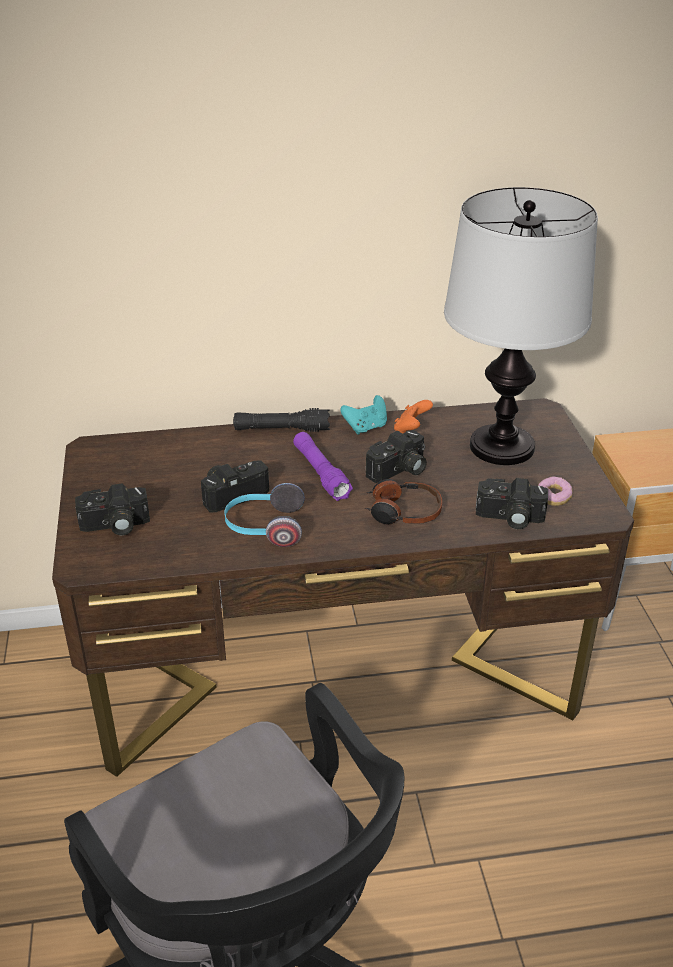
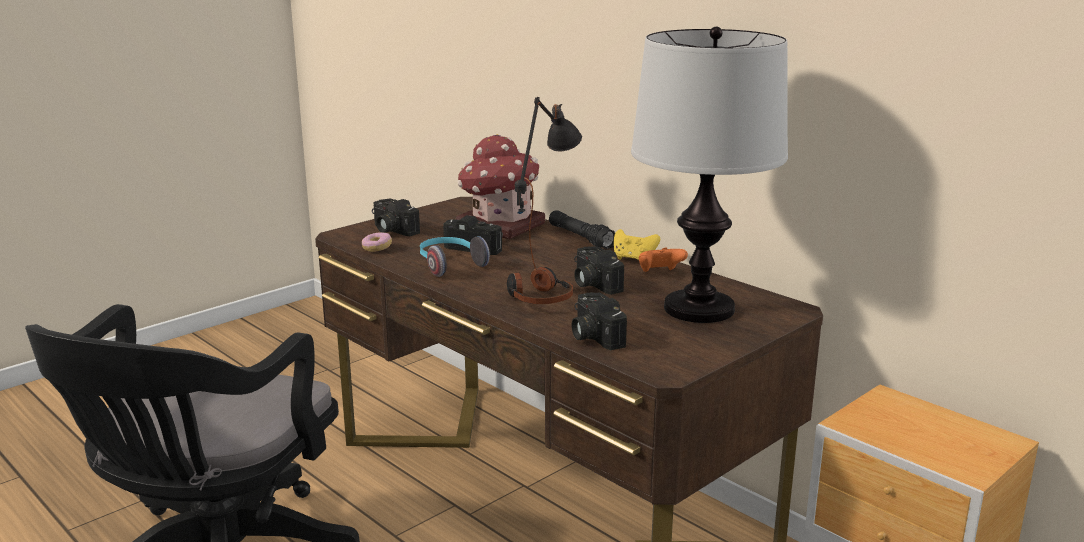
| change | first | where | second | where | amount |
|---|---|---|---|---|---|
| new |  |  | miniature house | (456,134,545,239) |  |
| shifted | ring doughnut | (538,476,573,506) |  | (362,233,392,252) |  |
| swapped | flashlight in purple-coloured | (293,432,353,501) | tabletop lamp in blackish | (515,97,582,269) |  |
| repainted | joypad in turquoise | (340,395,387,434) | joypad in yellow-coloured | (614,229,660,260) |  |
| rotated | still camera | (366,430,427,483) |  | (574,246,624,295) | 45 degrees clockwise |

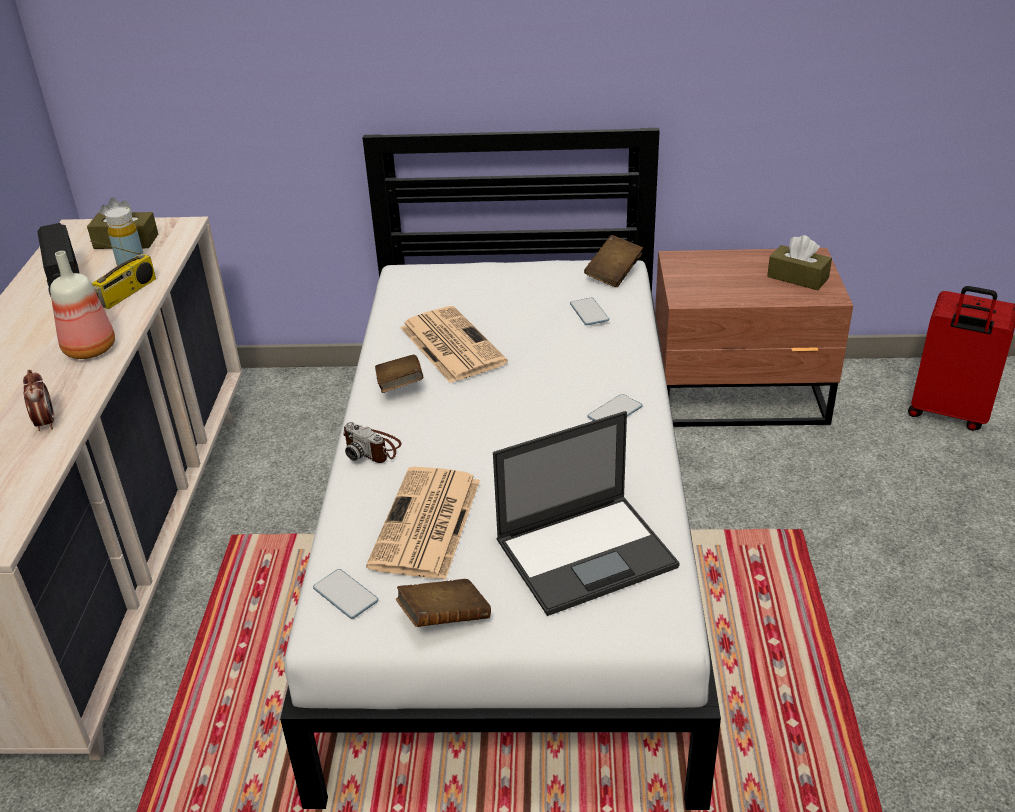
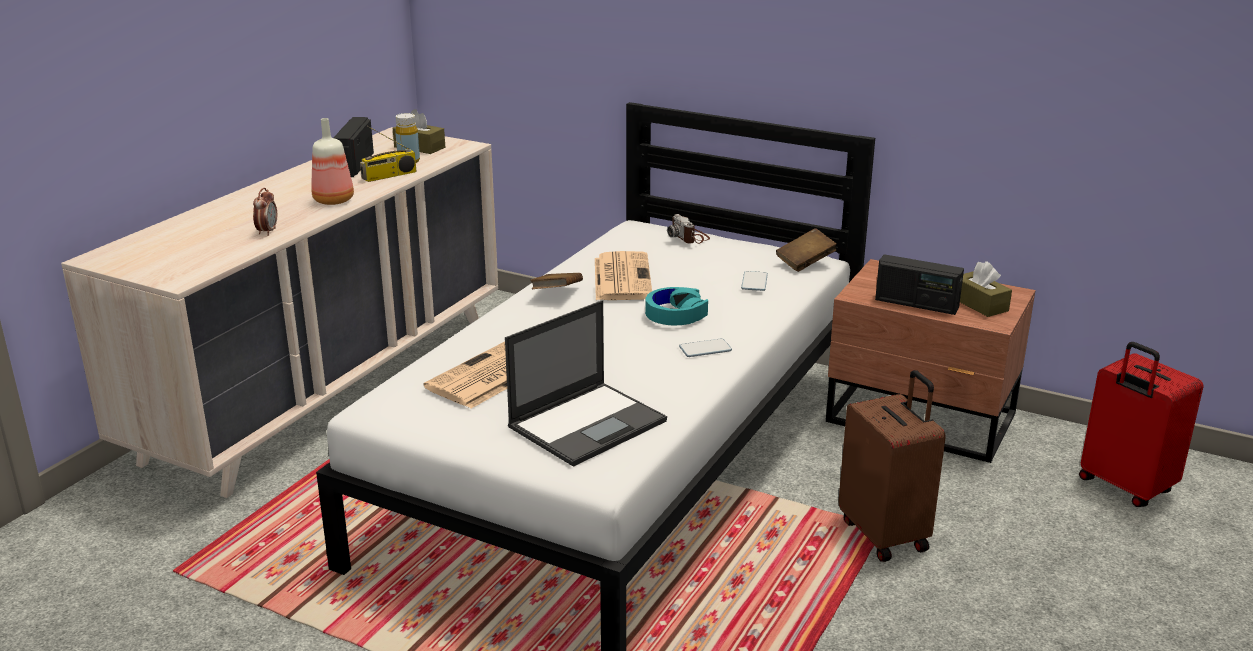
| change | first | where | second | where | amount |
|---|---|---|---|---|---|
| gone | handset | (313,569,378,619) |  |  |  |
| gone | bound book in brown | (396,579,491,627) |  |  |  |
| new |  |  | pair of headphones in turquoise | (645,287,708,325) |  |
| new |  |  | travel case in brown | (838,370,946,562) |  |
| new |  |  | radio | (875,254,964,315) |  |
| shifted | still camera | (343,422,402,463) |  | (667,214,710,244) |  |
| rotated | portable computer | (493,411,680,616) |  | (505,300,667,467) | 45 degrees counterclockwise |

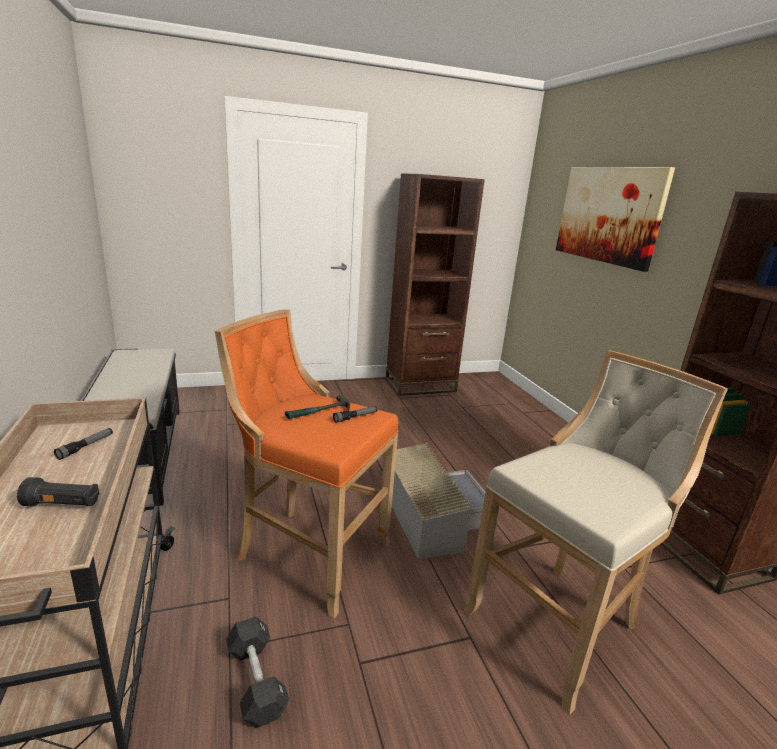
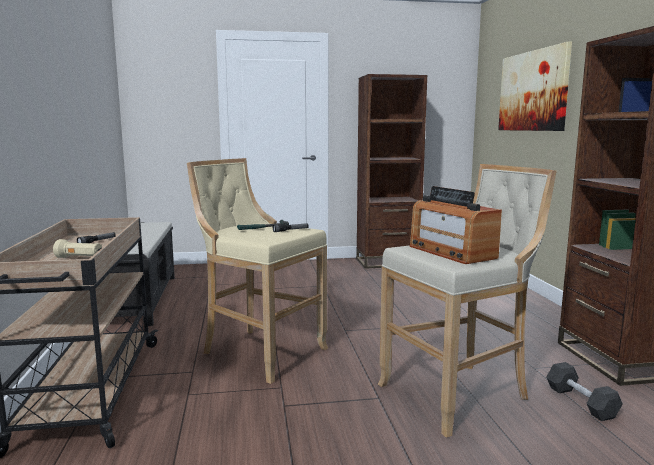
| change | first | where | second | where | amount |
|---|---|---|---|---|---|
| gone | storage container in greyish | (392,444,485,560) |  |  |  |
| new |  |  | radio | (409,186,502,264) |  |
| shifted | dumbbell in blackish | (226,616,290,728) |  | (546,362,623,421) |  |
| repainted | flashlight in blackish | (17,477,99,507) | flashlight in sand-coloured | (53,239,102,258) |  |
| repainted | stool seat in orange-coloured | (215,309,399,618) | stool seat in sand-coloured | (187,158,328,384) |  |

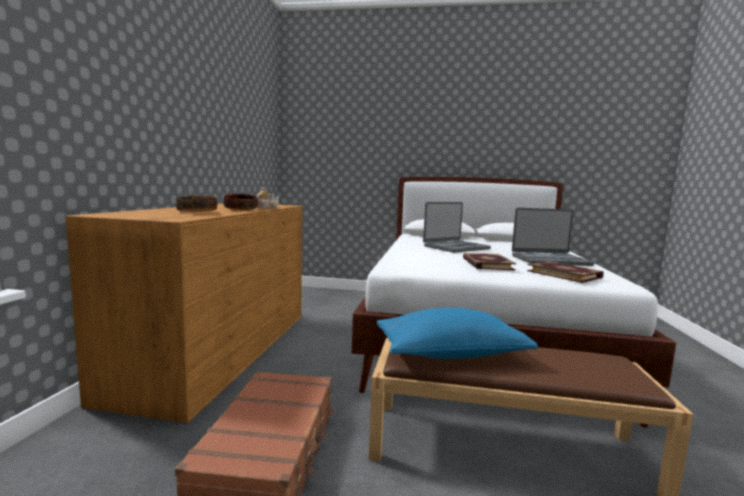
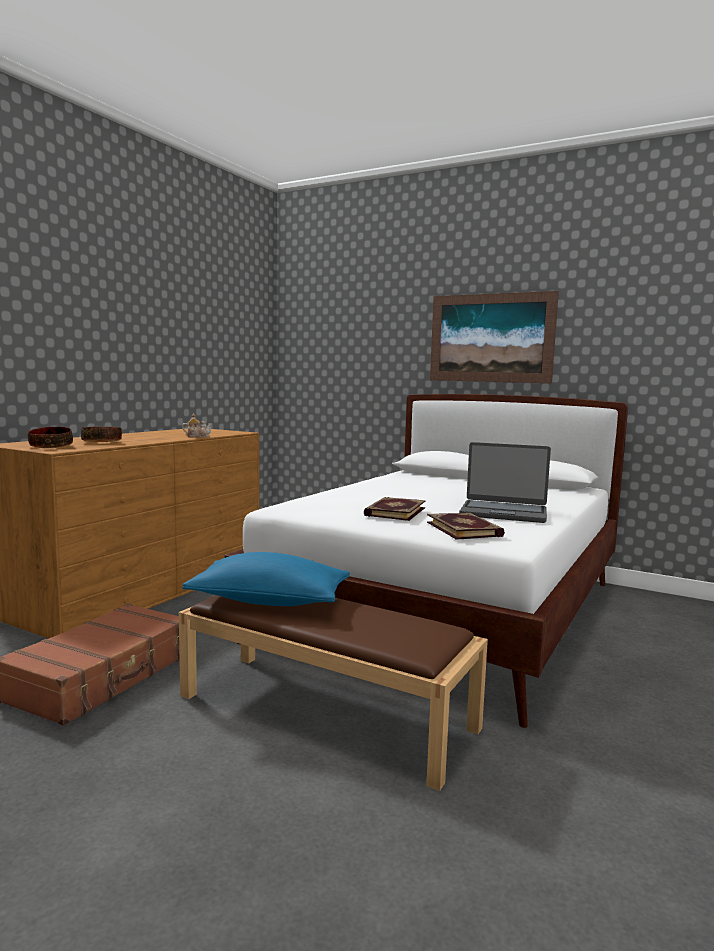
| change | first | where | second | where | amount |
|---|---|---|---|---|---|
| gone | portable computer | (423,202,491,253) |  |  |  |
| new |  |  | wall picture | (430,291,559,383) |  |
| shifted | serving bowl | (223,194,258,211) |  | (28,427,73,448) |  |

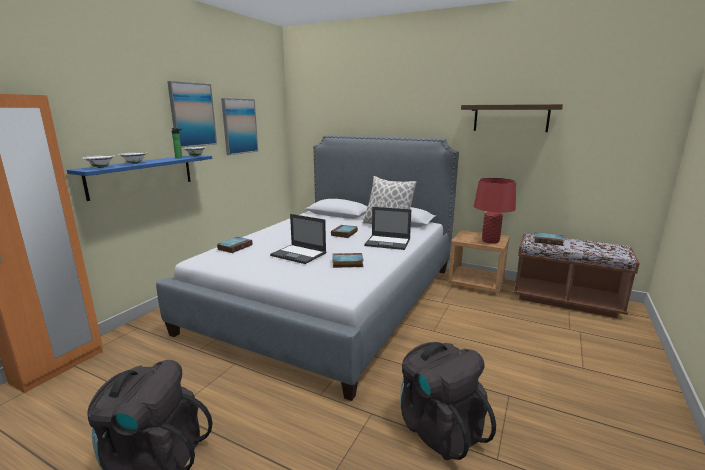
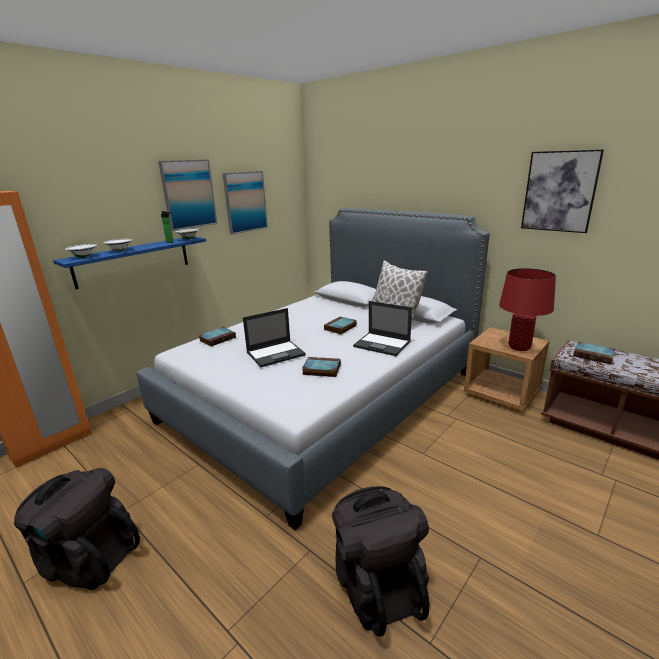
| change | first | where | second | where | amount |
|---|---|---|---|---|---|
| swapped | shelf | (461,104,563,132) | wall picture | (521,149,604,233) |  |
| rotated | portable computer | (270,214,326,264) |  | (243,308,306,367) | 75 degrees counterclockwise |

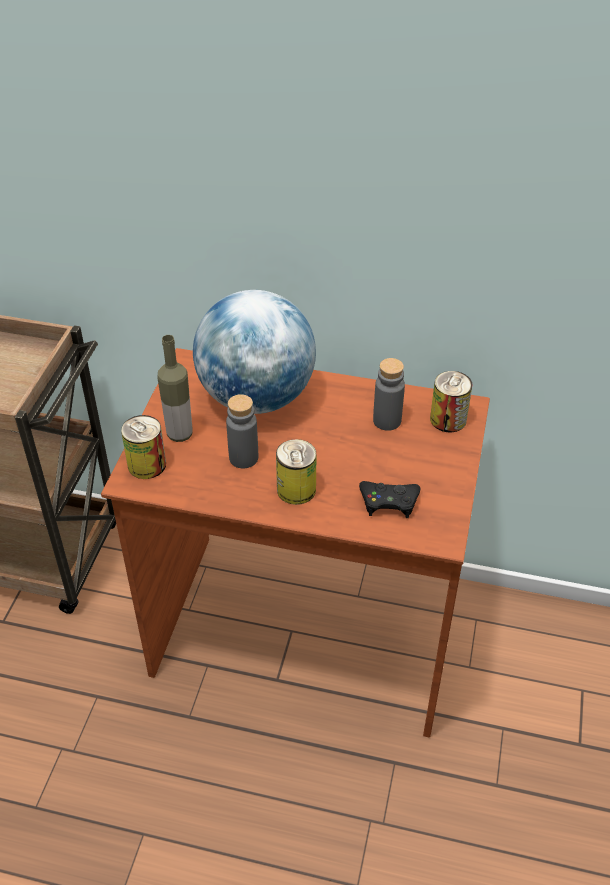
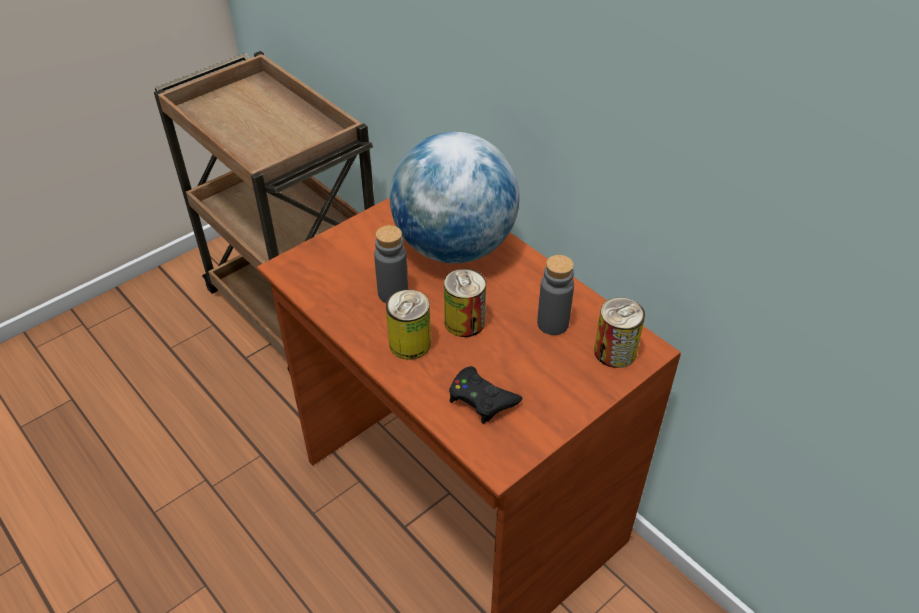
| change | first | where | second | where | amount |
|---|---|---|---|---|---|
| gone | beverage bottle | (158,335,192,442) |  |  |  |
| shifted | can | (121,415,166,479) |  | (444,269,486,337) |  |

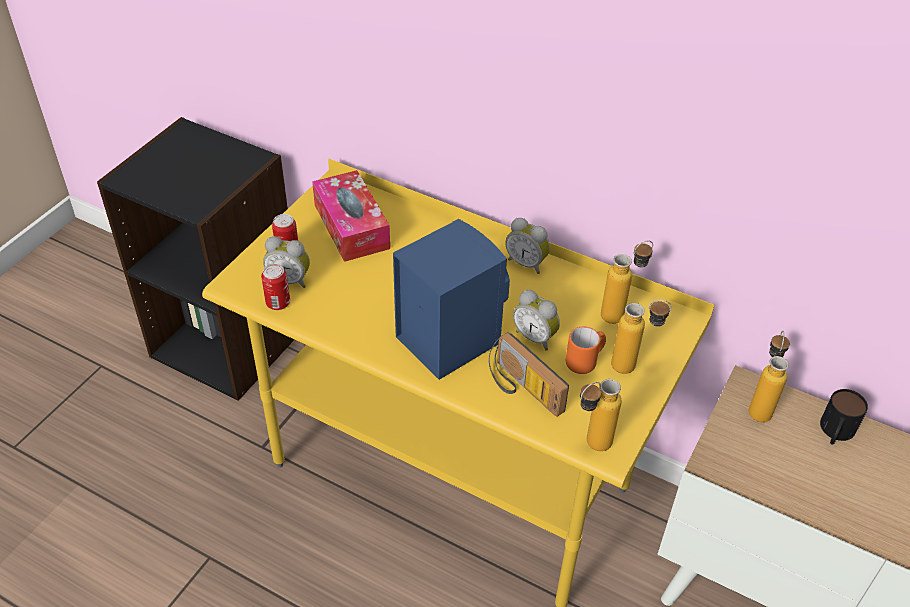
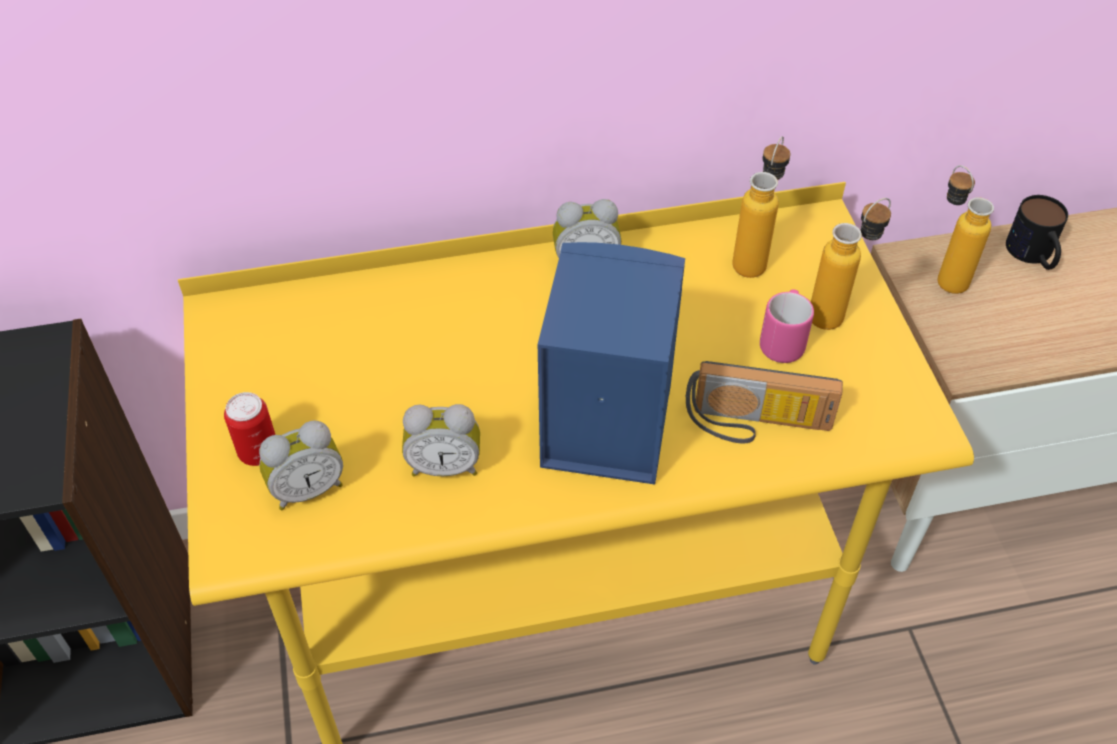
| change | first | where | second | where | amount |
|---|---|---|---|---|---|
| gone | can | (261,264,290,310) |  |  |  |
| gone | tissue holder | (312,170,390,262) |  |  |  |
| gone | beverage bottle | (580,379,622,451) |  |  |  |
| shifted | alarm clock | (513,290,560,351) |  | (402,404,480,476) |  |
| repainted | mug in orange-coloured | (566,327,606,374) | mug in pinkish | (760,289,814,363) |  |

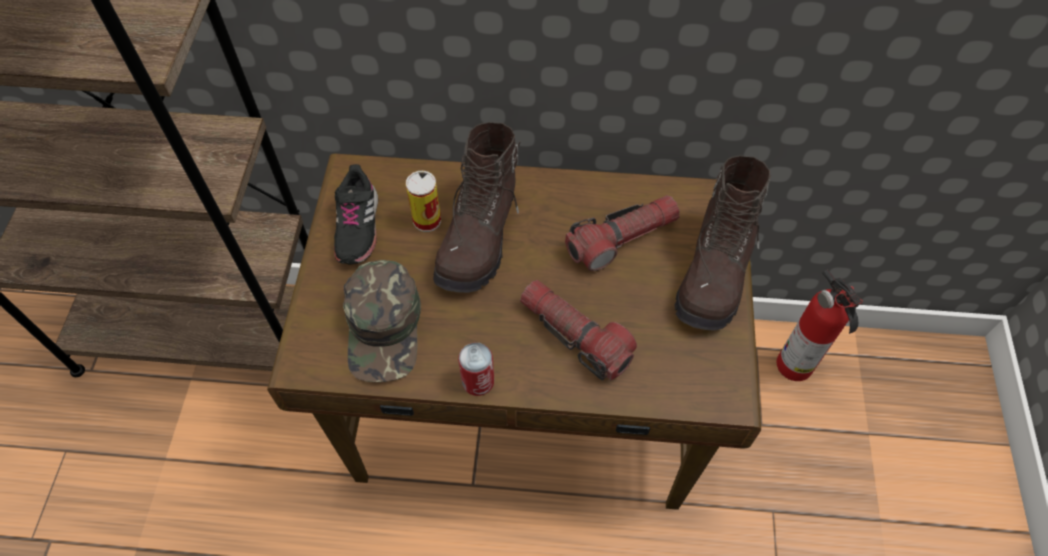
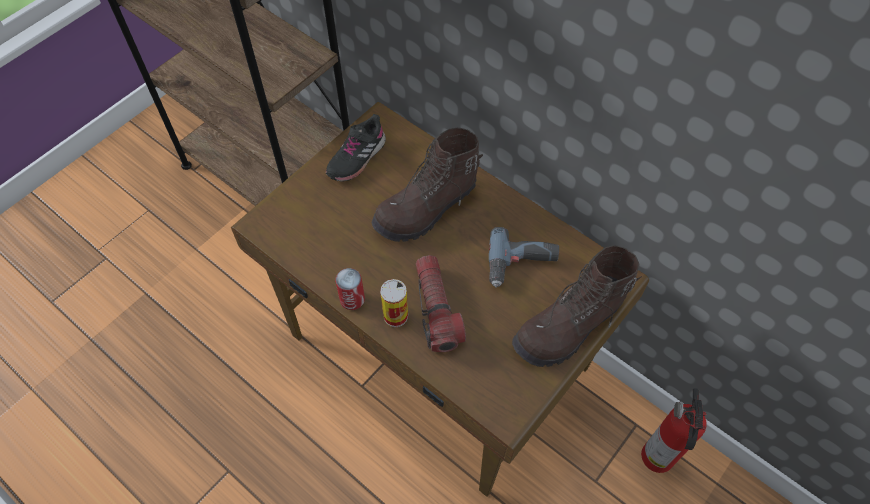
| change | first | where | second | where | amount |
|---|---|---|---|---|---|
| gone | baseball cap in greenish | (343,260,421,382) |  |  |  |
| shifted | can | (406,171,441,232) |  | (380,279,408,327) |  |
| swapped | flashlight | (565,195,680,271) | drill | (489,227,559,287) |  |

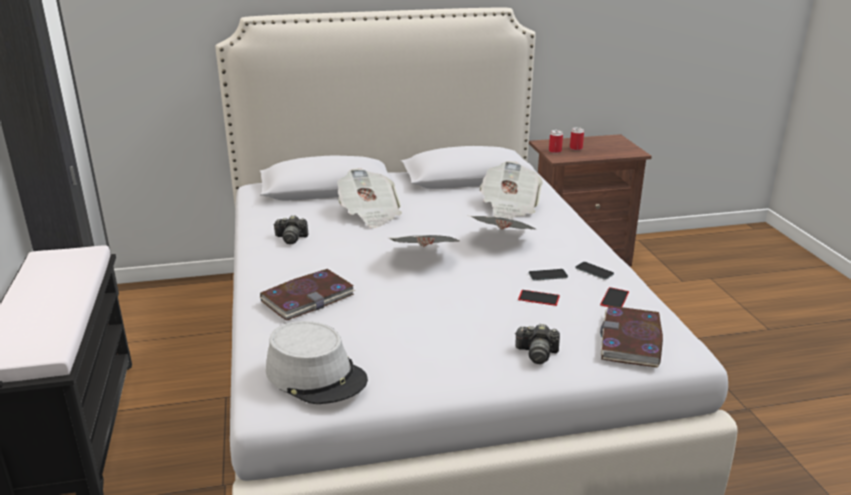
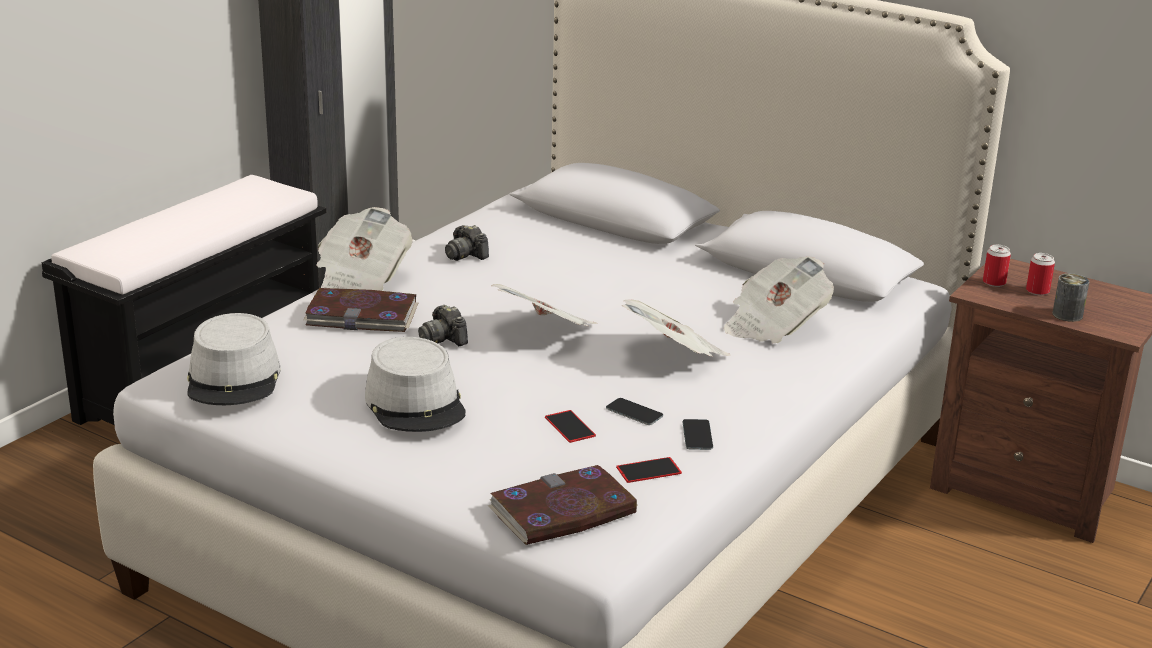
| change | first | where | second | where | amount |
|---|---|---|---|---|---|
| new |  |  | hat in greyish | (365,337,466,432) |  |
| new |  |  | can | (1052,273,1089,322) |  |
| shifted | daily paper | (337,168,402,228) |  | (317,207,412,291) |  |
| shifted | still camera | (515,324,560,364) |  | (418,305,468,346) |  |

